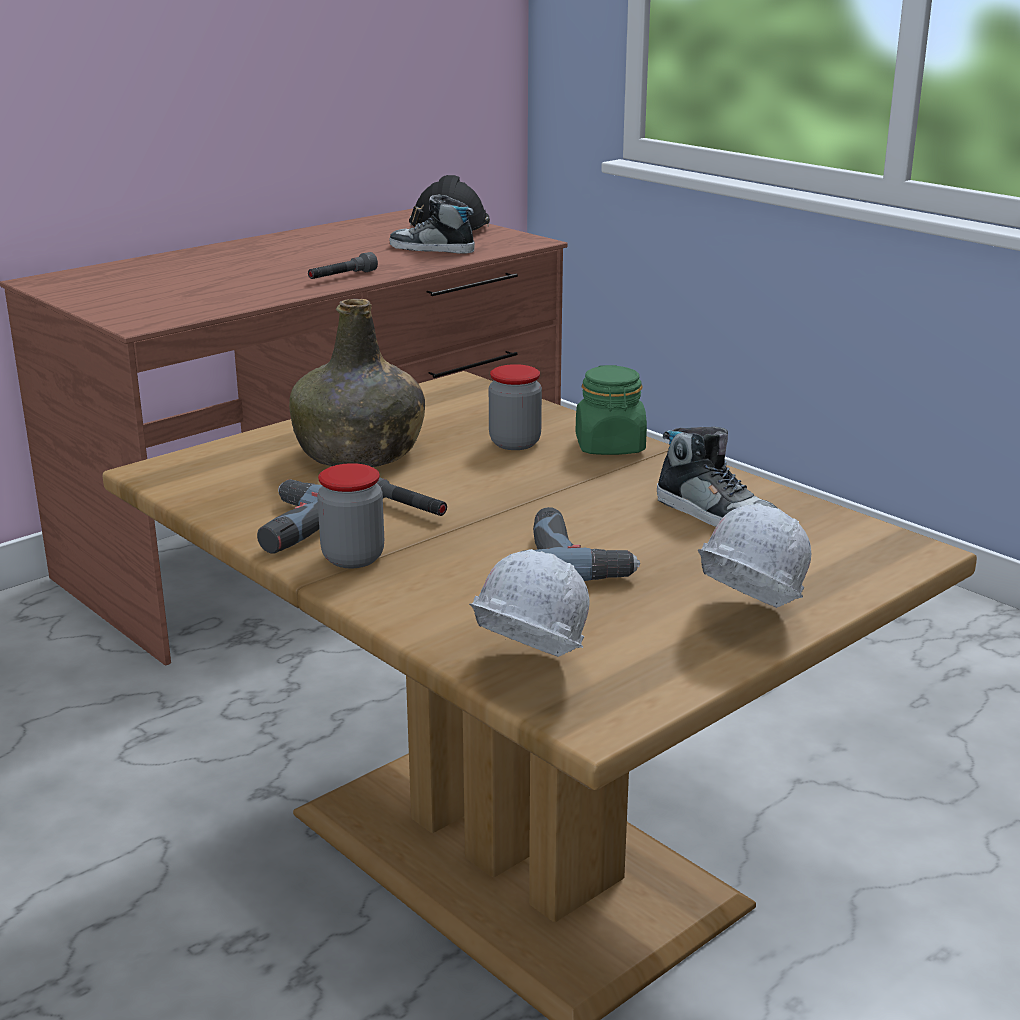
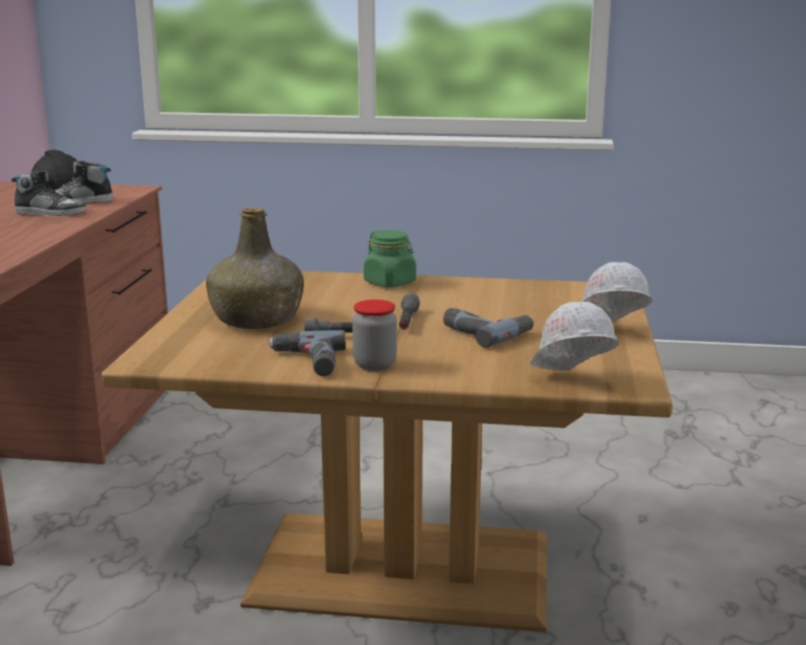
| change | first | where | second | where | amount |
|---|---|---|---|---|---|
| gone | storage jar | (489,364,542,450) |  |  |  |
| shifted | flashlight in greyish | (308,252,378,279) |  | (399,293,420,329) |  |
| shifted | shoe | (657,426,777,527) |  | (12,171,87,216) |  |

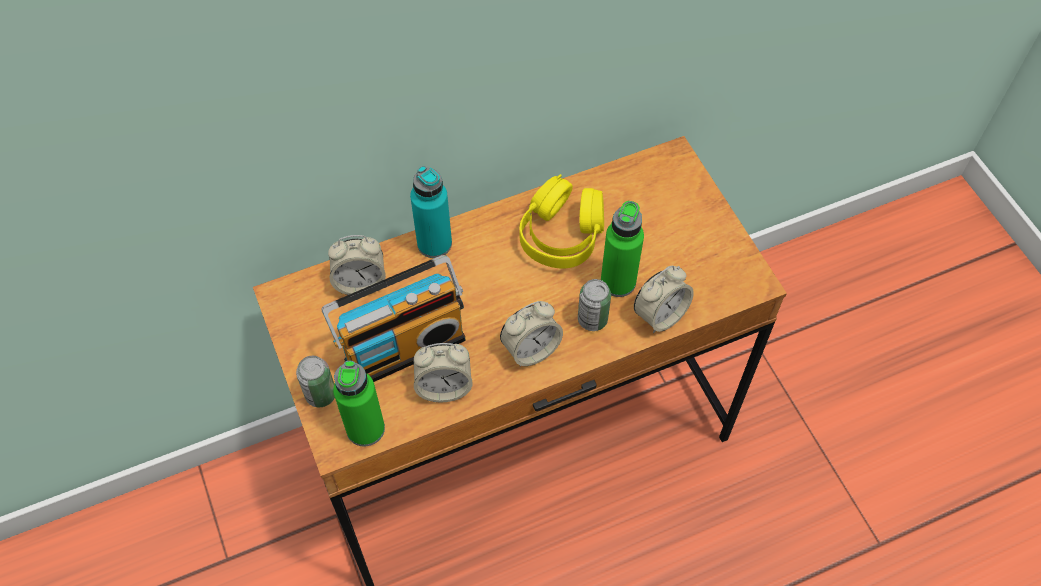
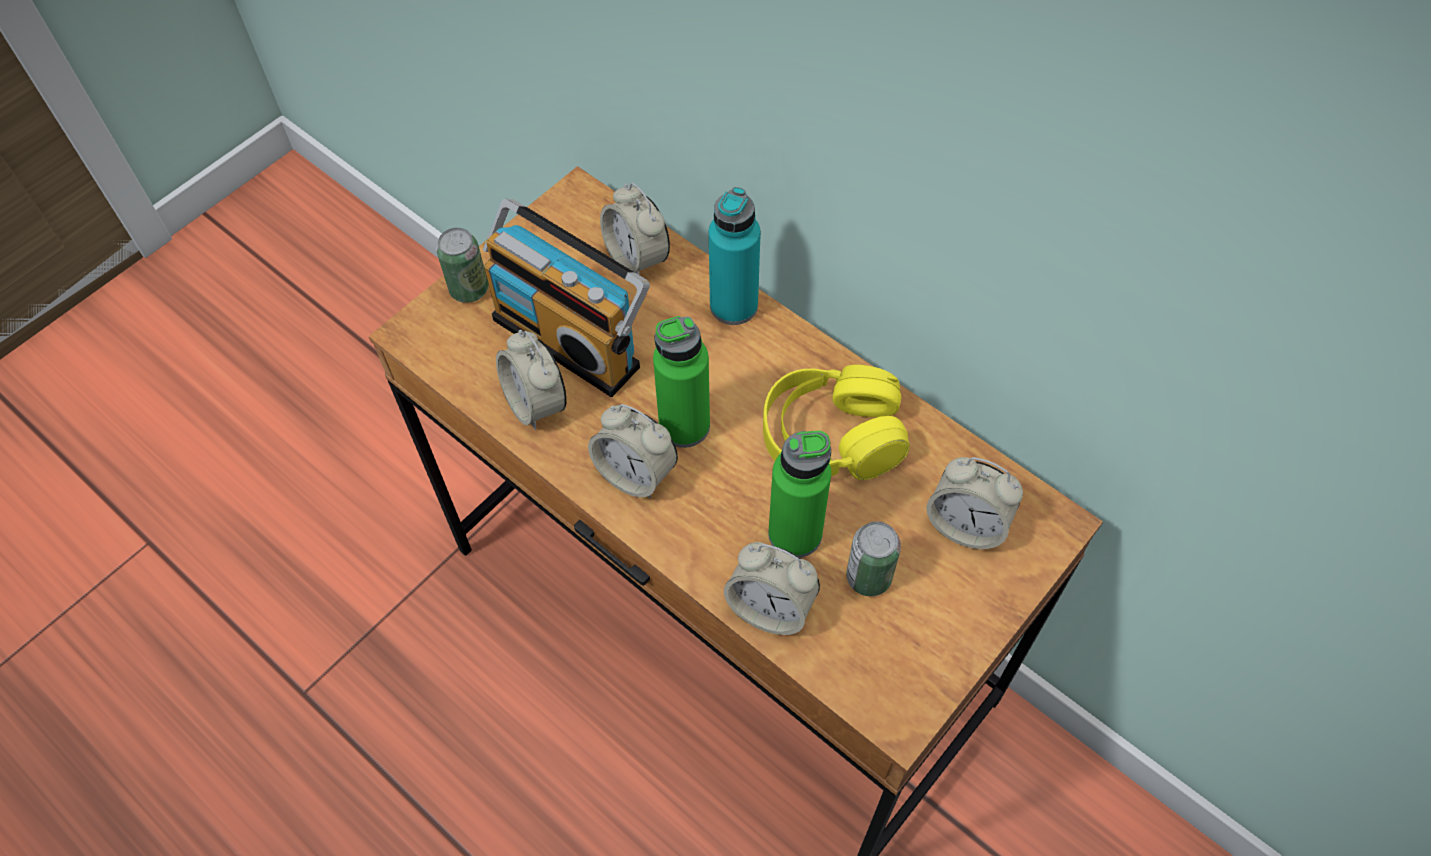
| change | first | where | second | where | amount |
|---|---|---|---|---|---|
| new |  |  | alarm clock | (927,457,1023,549) |  |
| shifted | beverage bottle in greenish | (333,361,385,447) |  | (653,316,710,448) |  |
| shifted | can | (578,279,611,331) |  | (846,521,901,596) |  |

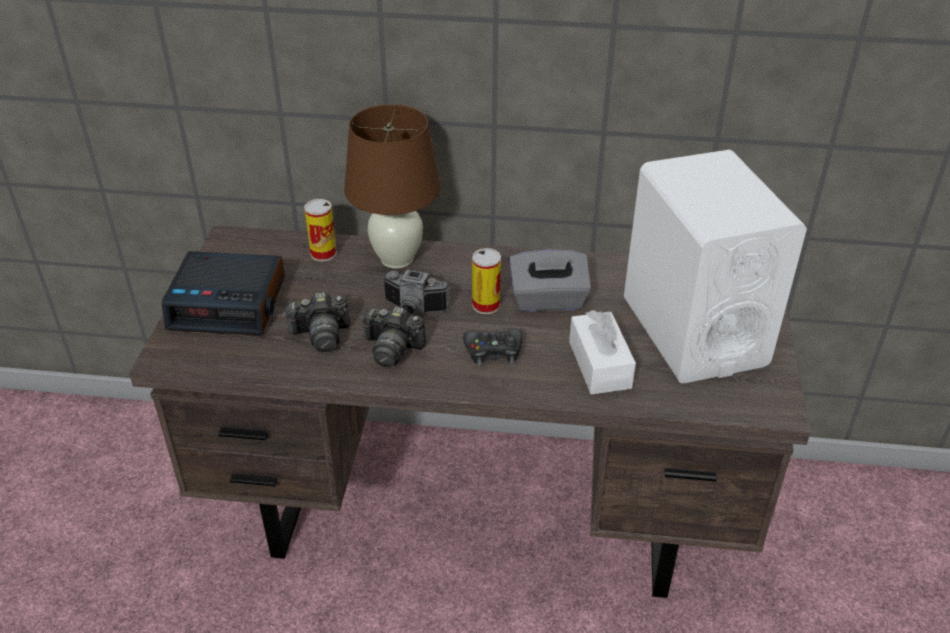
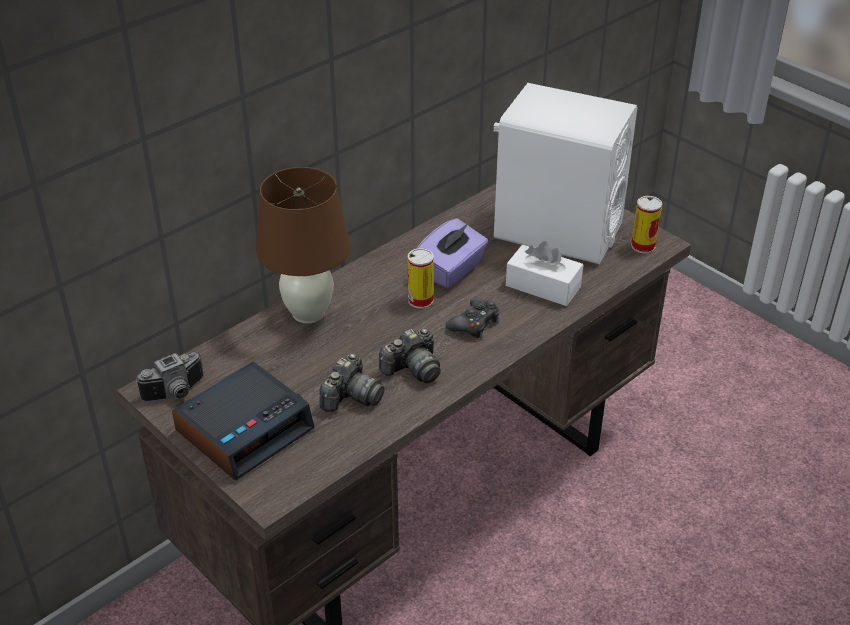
| change | first | where | second | where | amount |
|---|---|---|---|---|---|
| shifted | can | (304,199,337,261) |  | (631,196,662,253) |  |
| shifted | still camera | (382,269,450,315) |  | (136,352,203,402) |  |
| repainted | tissue holder in greyish | (509,249,591,312) | tissue holder in purple-coloured | (416,218,488,288) |  |

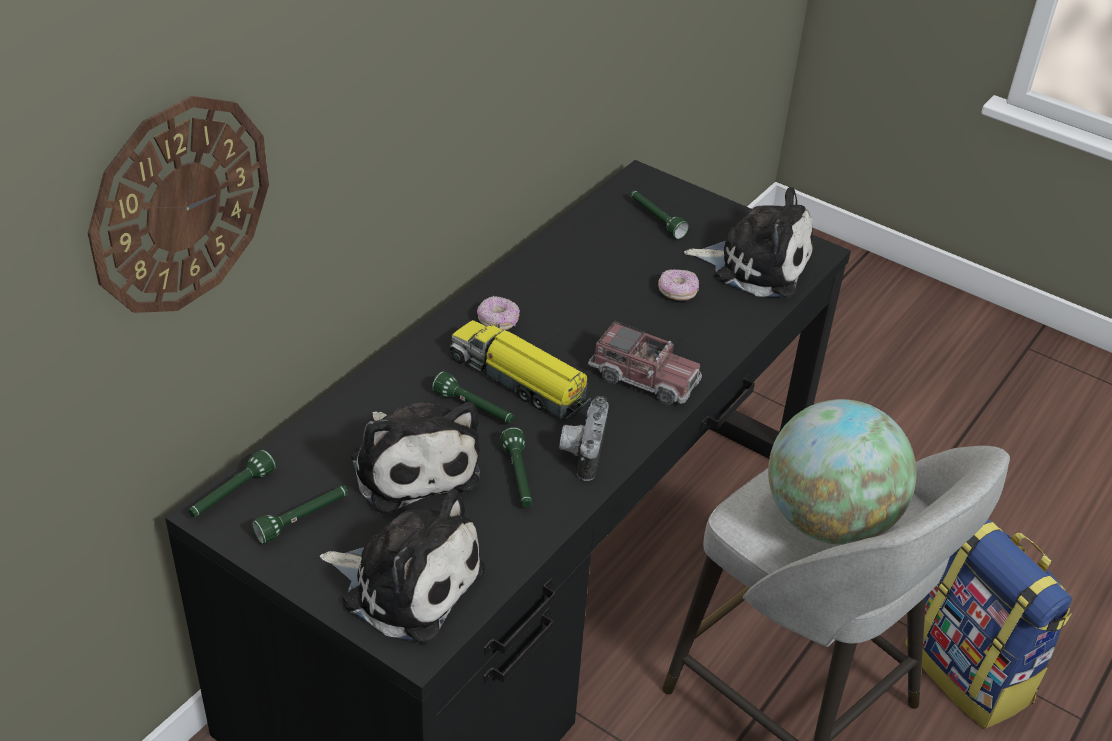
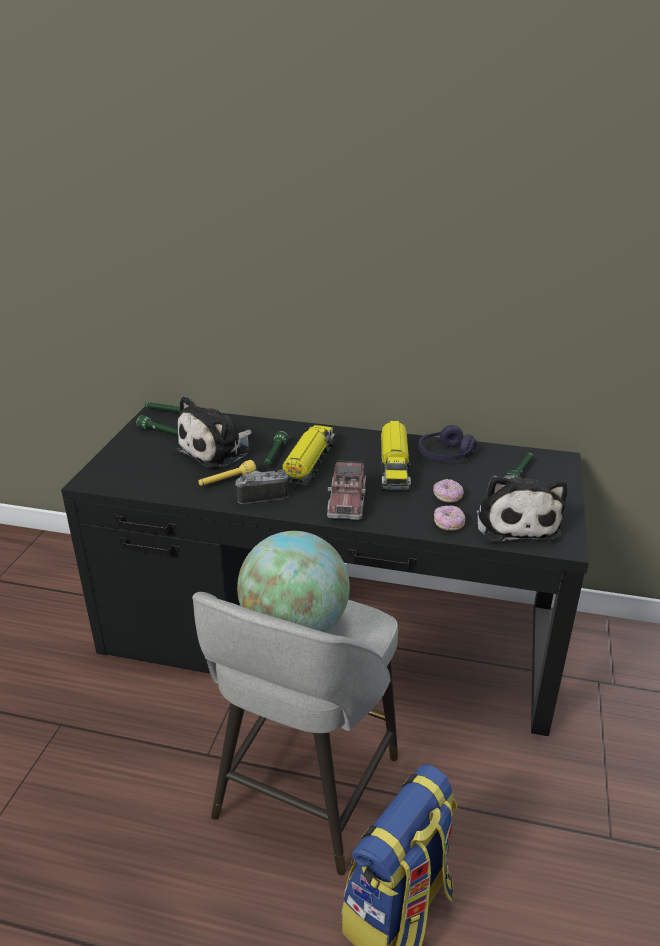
| change | first | where | second | where | amount |
|---|---|---|---|---|---|
| gone | hanging clock | (88,96,269,313) |  |  |  |
| gone | plush toy | (320,489,485,643) |  |  |  |
| new |  |  | toy lorry | (381,421,411,492) |  |
| new |  |  | pair of headphones in purple-coloured | (419,425,477,461) |  |
| shifted | ring doughnut | (477,296,520,330) |  | (434,505,465,531) |  |
| repainted | flashlight in greenish | (500,427,532,507) | flashlight in yellow-coloured | (199,460,256,486) |  |

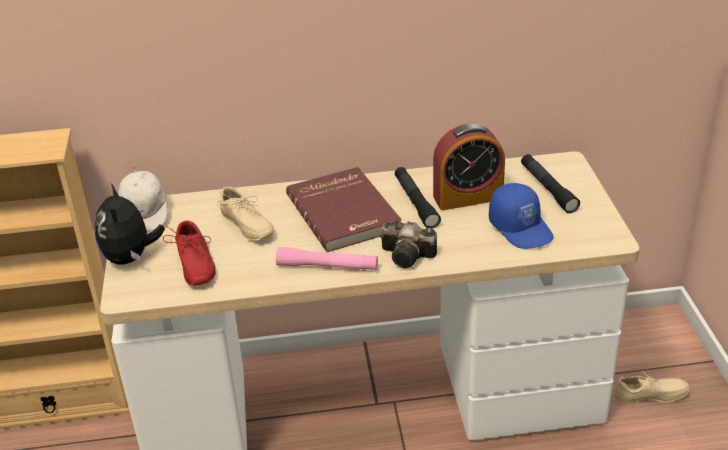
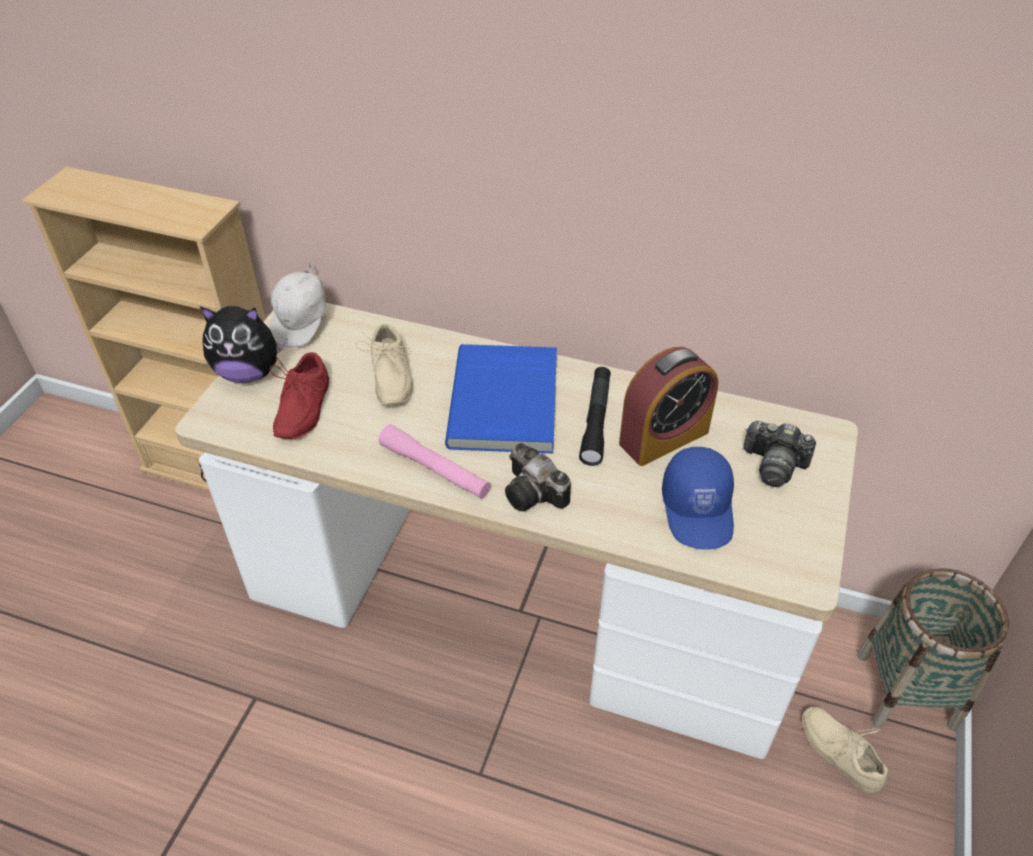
| change | first | where | second | where | amount |
|---|---|---|---|---|---|
| new |  |  | basket | (857,568,1009,731) |  |
| swapped | flashlight in blackish | (521,154,580,213) | still camera | (744,421,816,487) |  |
| repainted | bound book in reddish | (286,167,402,252) | bound book in blue | (445,344,557,453) |  |
| rotated | plush toy | (94,183,165,264) |  | (200,306,287,383) | 105 degrees counterclockwise |
| rotated | alarm clock | (433,123,505,210) |  | (619,347,718,466) | 45 degrees counterclockwise |
| rotated | shoe in sand-coloured | (614,370,690,403) |  | (802,707,888,793) | 150 degrees counterclockwise |

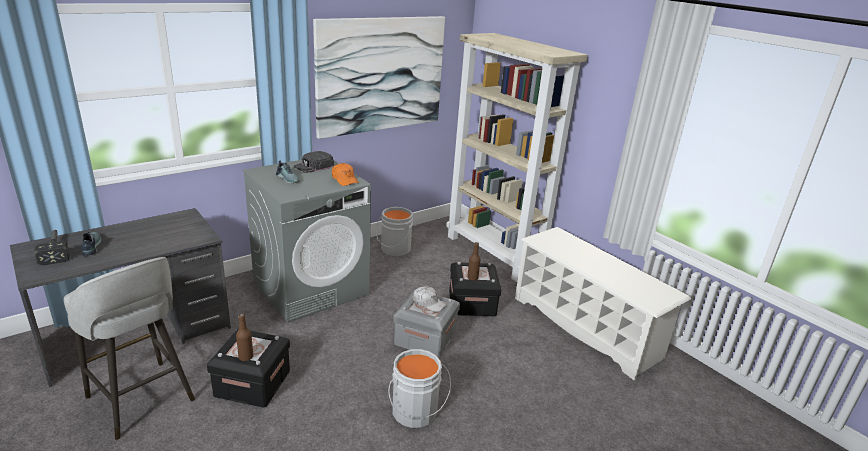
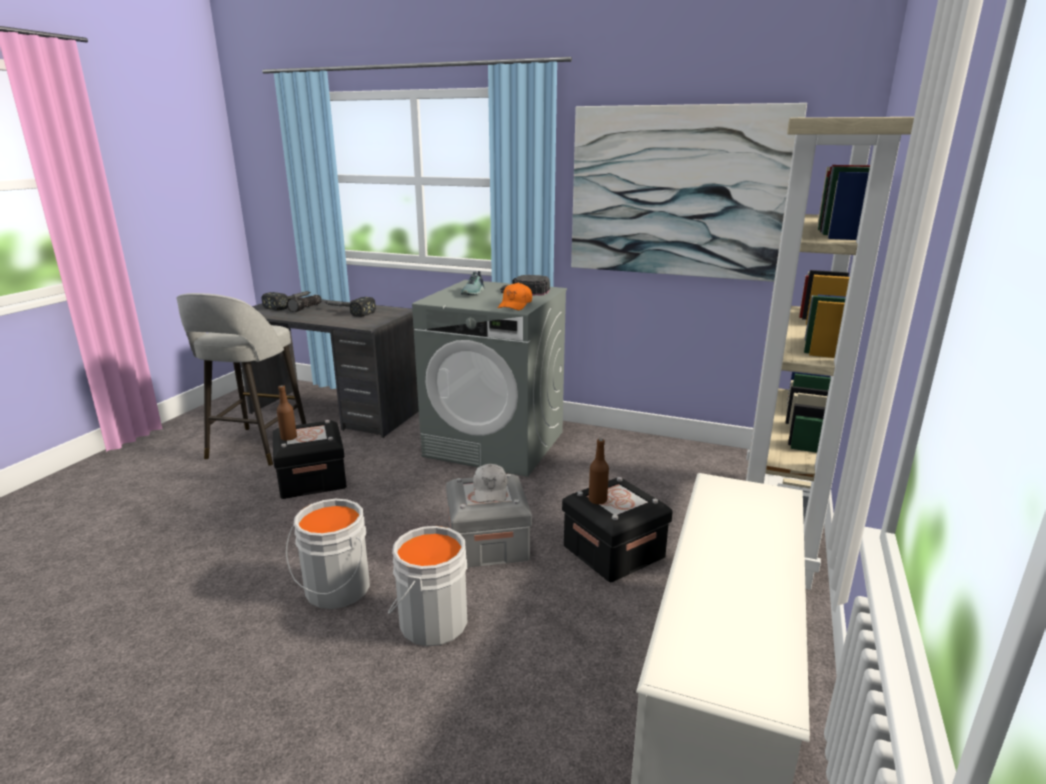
| change | first | where | second | where | amount |
|---|---|---|---|---|---|
| new |  |  | hand hammer | (324,297,376,317) |  |
| shifted | pail in greyish | (376,207,413,256) |  | (388,526,467,646) |  |
| swapped | shoe | (81,231,101,256) | flashlight | (286,295,322,312) |  |

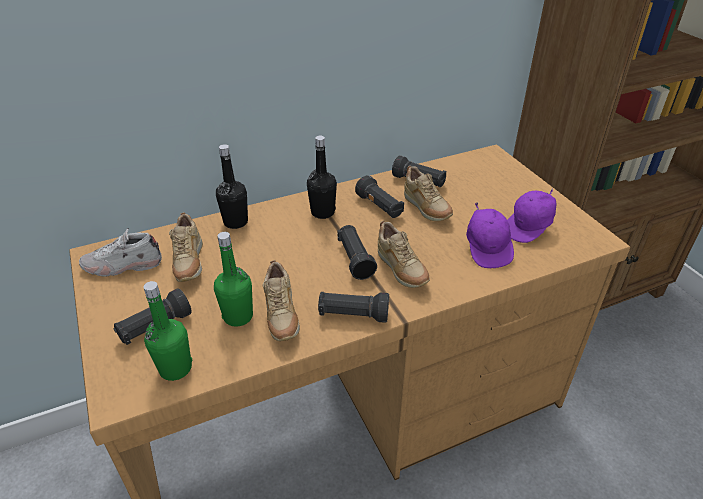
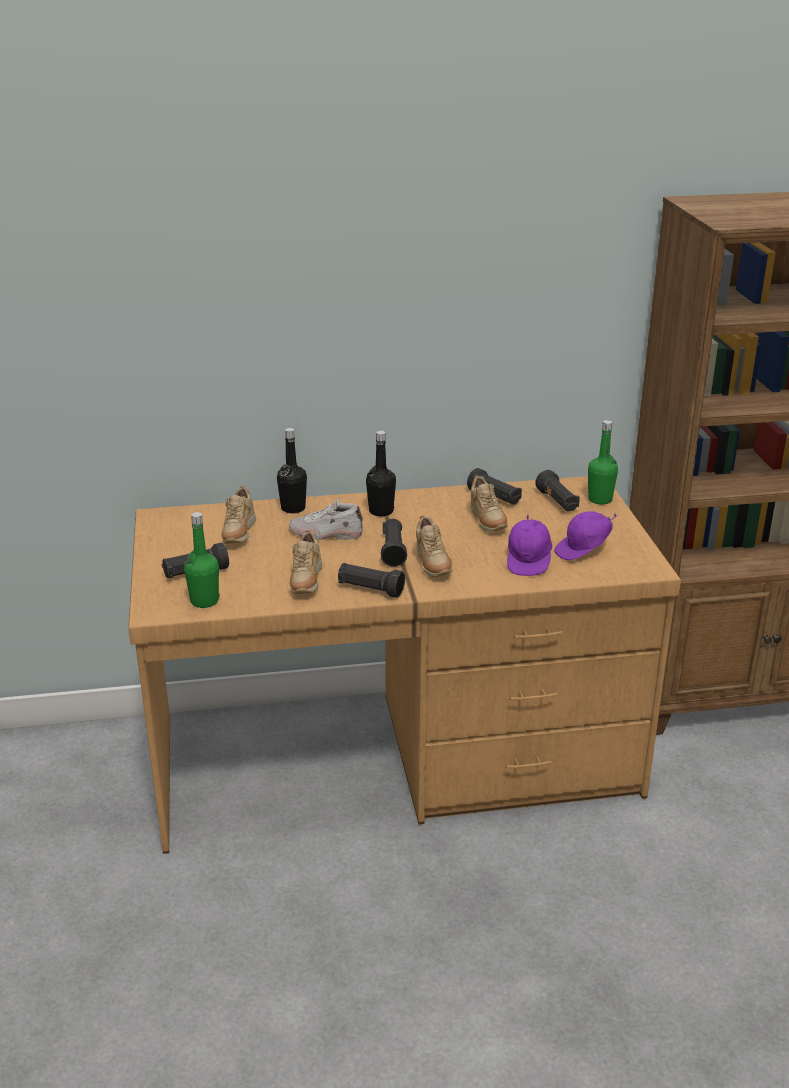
| change | first | where | second | where | amount |
|---|---|---|---|---|---|
| shifted | shoe in white-coloured | (79,228,162,277) |  | (289,498,363,540) |  |
| shifted | beverage bottle in greenish | (214,232,253,327) |  | (588,420,618,505) |  |
| shifted | flashlight in blackish | (355,175,404,218) |  | (535,470,580,512) |  |

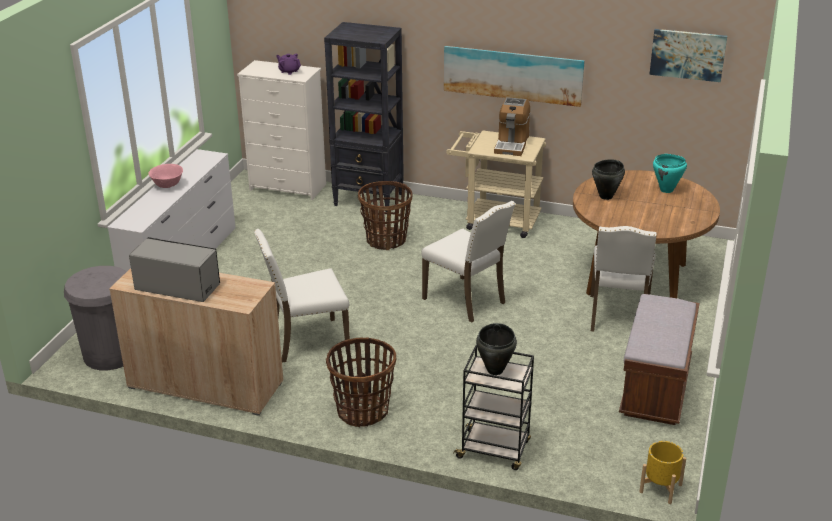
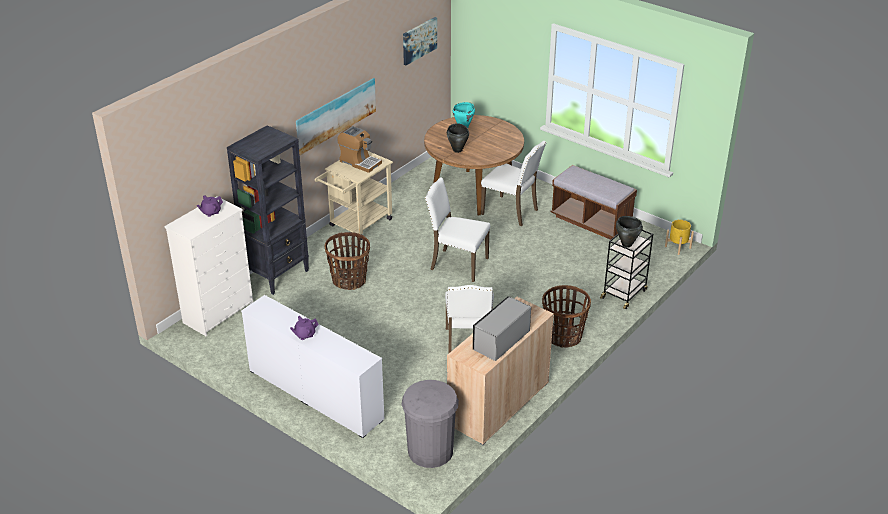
| change | first | where | second | where | amount |
|---|---|---|---|---|---|
| swapped | serving bowl in pinkish | (148,164,183,188) | pot for tea in purple-coloured | (290,316,319,340) |  |
| rotated | upright chair in white-coloured | (421,201,516,322) |  | (425,178,490,282) | 135 degrees counterclockwise |

